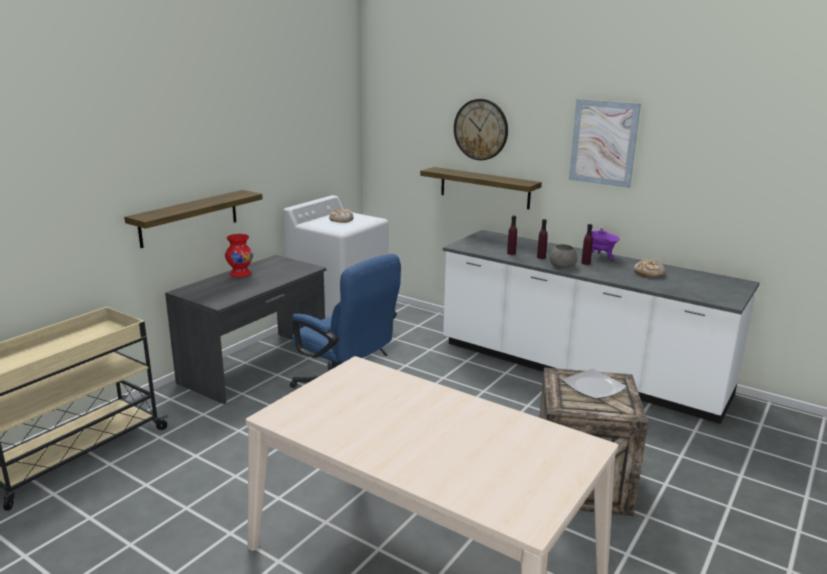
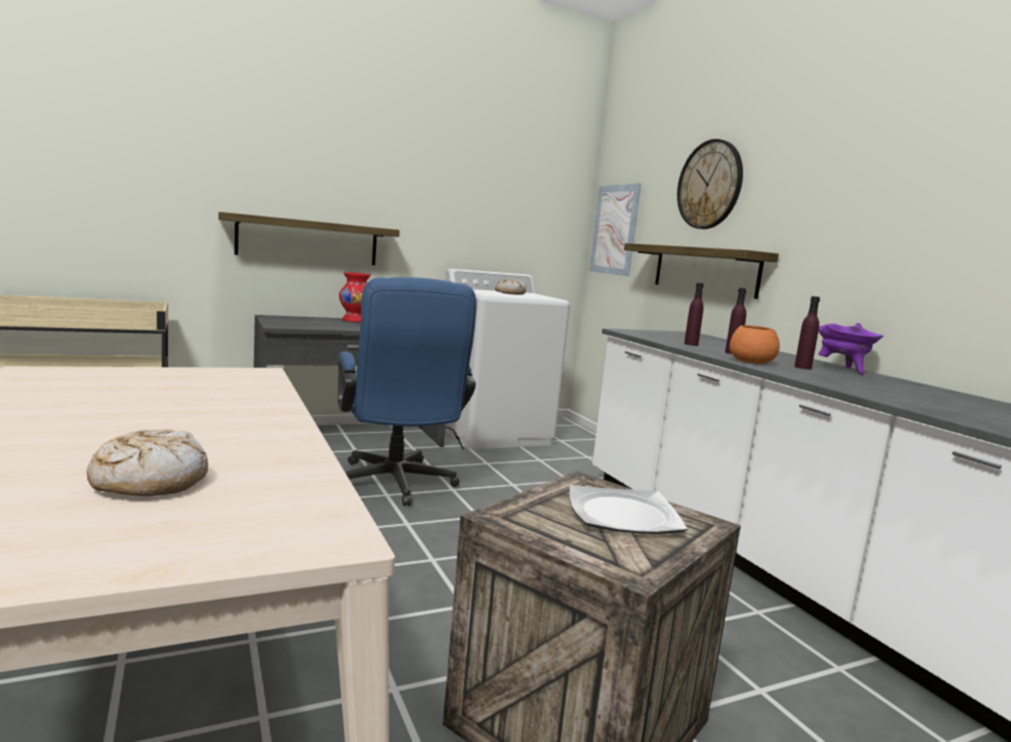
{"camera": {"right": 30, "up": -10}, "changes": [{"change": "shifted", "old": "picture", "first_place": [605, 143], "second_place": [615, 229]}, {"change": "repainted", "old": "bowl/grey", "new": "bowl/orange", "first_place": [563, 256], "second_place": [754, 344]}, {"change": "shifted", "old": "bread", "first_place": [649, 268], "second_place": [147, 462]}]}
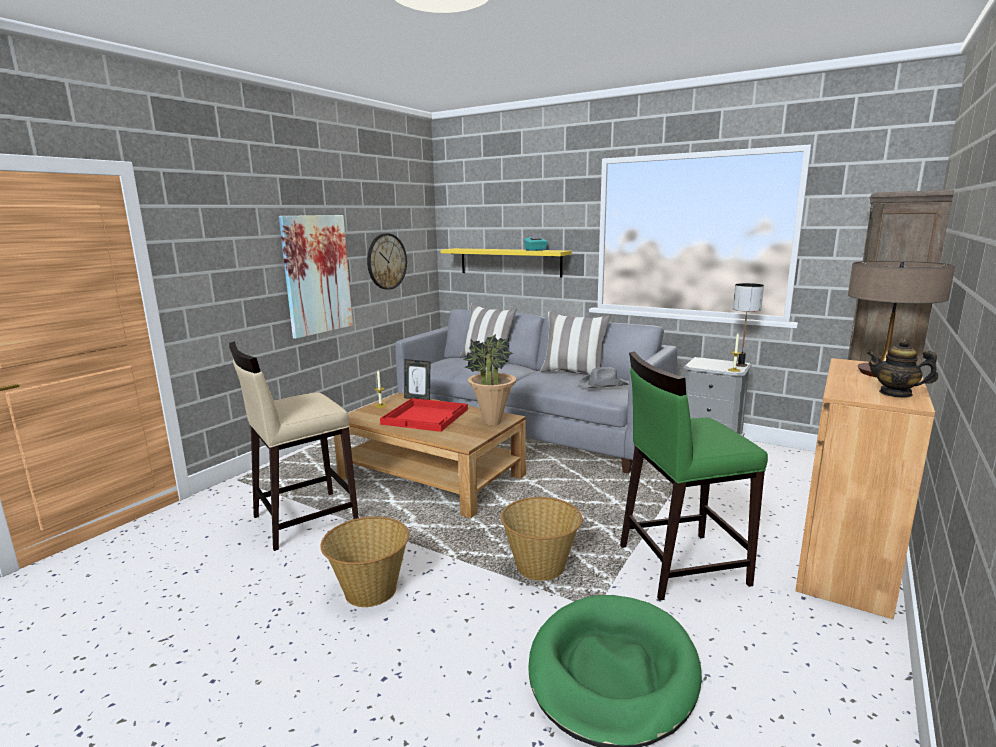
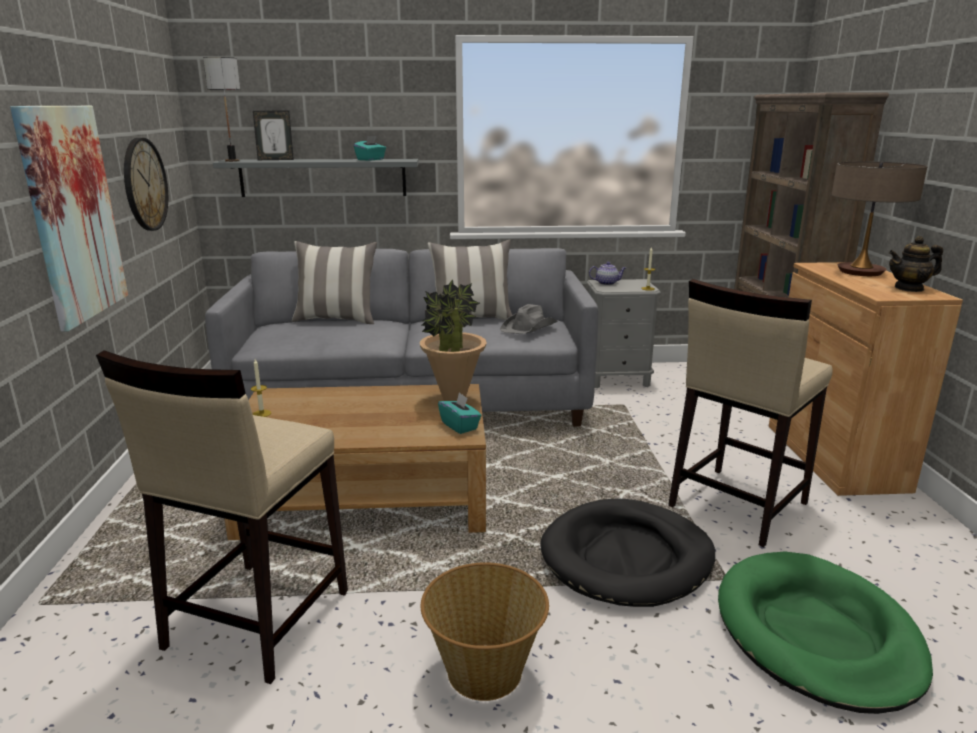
{"camera": {"right": -35, "up": 5}, "changes": [{"change": "repainted", "old": "shelf/yellow", "new": "shelf/grey", "first_place": [506, 263], "second_place": [316, 178]}, {"change": "shifted", "old": "table lamp", "first_place": [748, 325], "second_place": [221, 109]}, {"change": "repainted", "old": "stool/green", "new": "stool/beige", "first_place": [694, 476], "second_place": [750, 413]}, {"change": "shifted", "old": "picture frame", "first_place": [417, 379], "second_place": [273, 135]}, {"change": "gone", "old": "tray/red", "first_place": [424, 415]}, {"change": "swapped", "old": "basket", "new": "dog bed/black", "first_place": [542, 539], "second_place": [627, 553]}, {"change": "new", "new": "teapot", "second_place": [607, 273]}, {"change": "new", "new": "tissue box/turquoise", "second_place": [459, 413]}]}
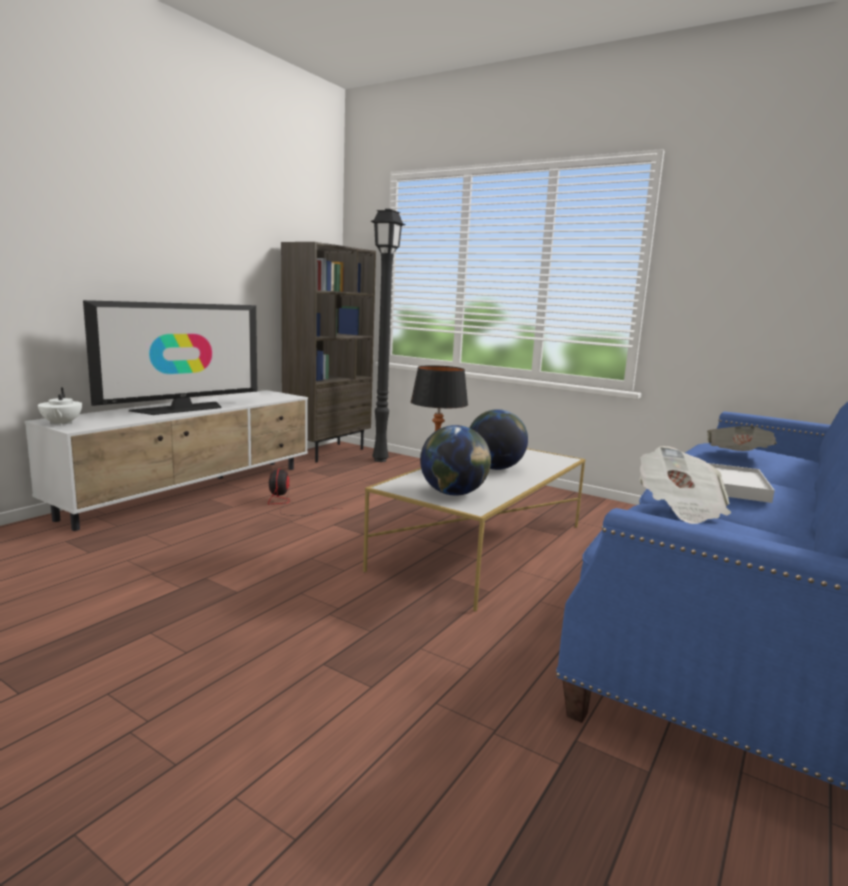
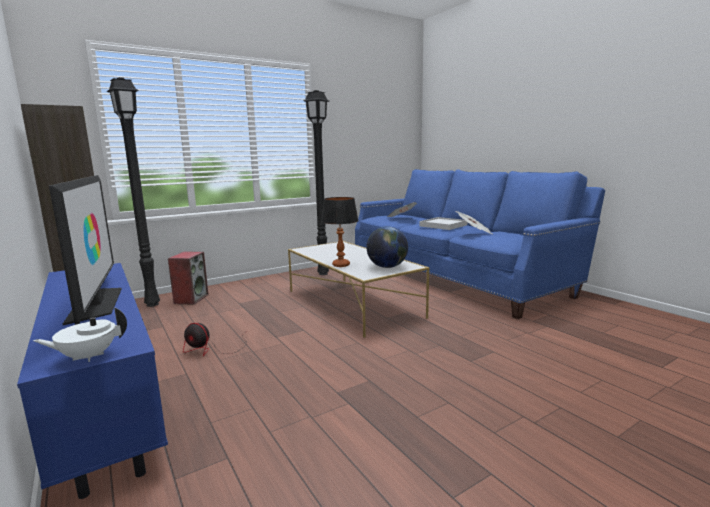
{"camera": {"right": -65, "up": 0}, "changes": [{"change": "rotated", "old": "teapot/white", "first_place": [60, 406], "second_place": [80, 334], "degrees": 150}, {"change": "repainted", "old": "tv stand/white", "new": "tv stand/blue", "first_place": [166, 460], "second_place": [92, 381]}, {"change": "gone", "old": "globe", "first_place": [499, 439]}, {"change": "new", "new": "floor lamp/black", "second_place": [316, 182]}, {"change": "new", "new": "speaker", "second_place": [188, 278]}]}
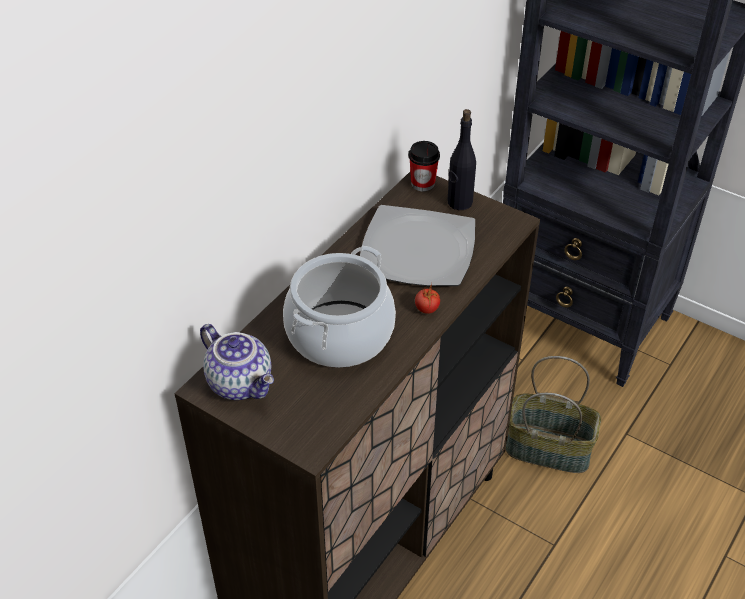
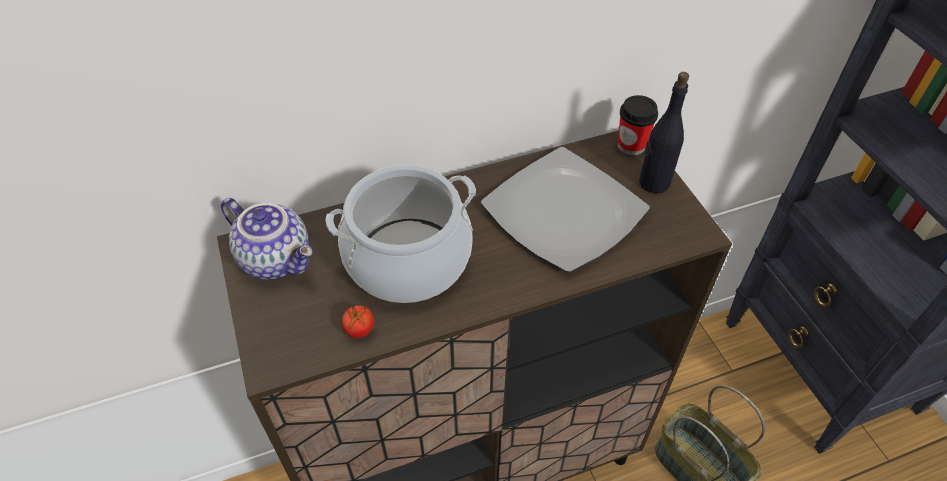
{"camera": {"right": 35, "up": 5}, "changes": [{"change": "shifted", "old": "tomato", "first_place": [427, 298], "second_place": [357, 321]}, {"change": "rotated", "old": "teapot", "first_place": [237, 362], "second_place": [267, 239], "degrees": -45}]}
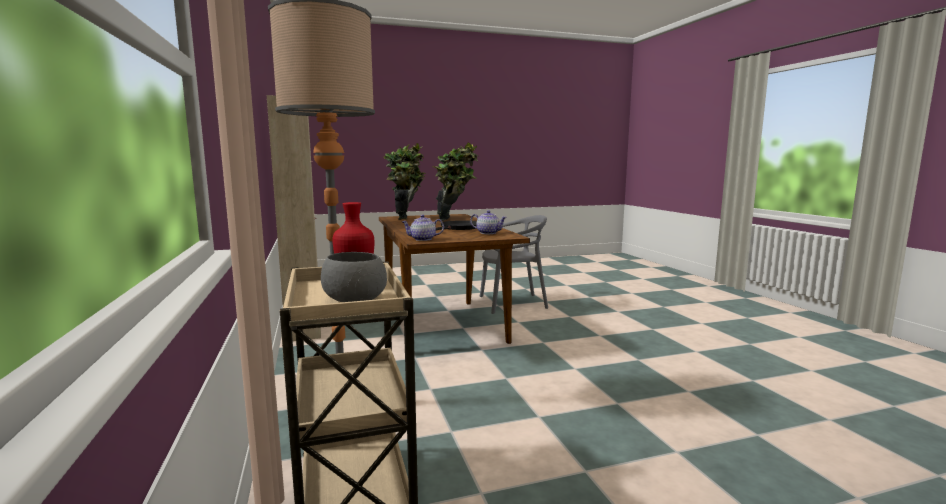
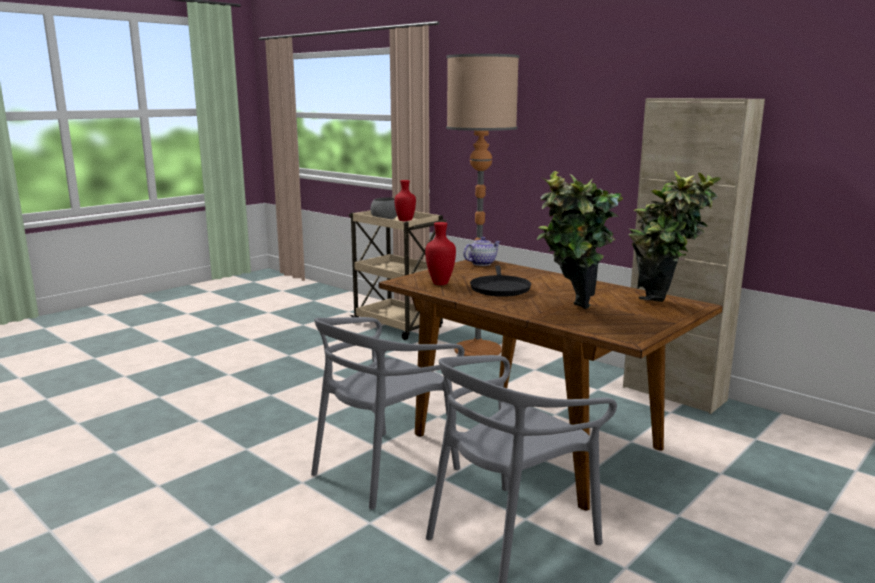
{"camera": {"right": 150, "up": 5}, "changes": [{"change": "swapped", "old": "teapot", "new": "vase/red", "first_place": [488, 222], "second_place": [440, 253]}, {"change": "new", "new": "chair/grey", "second_place": [388, 413]}]}
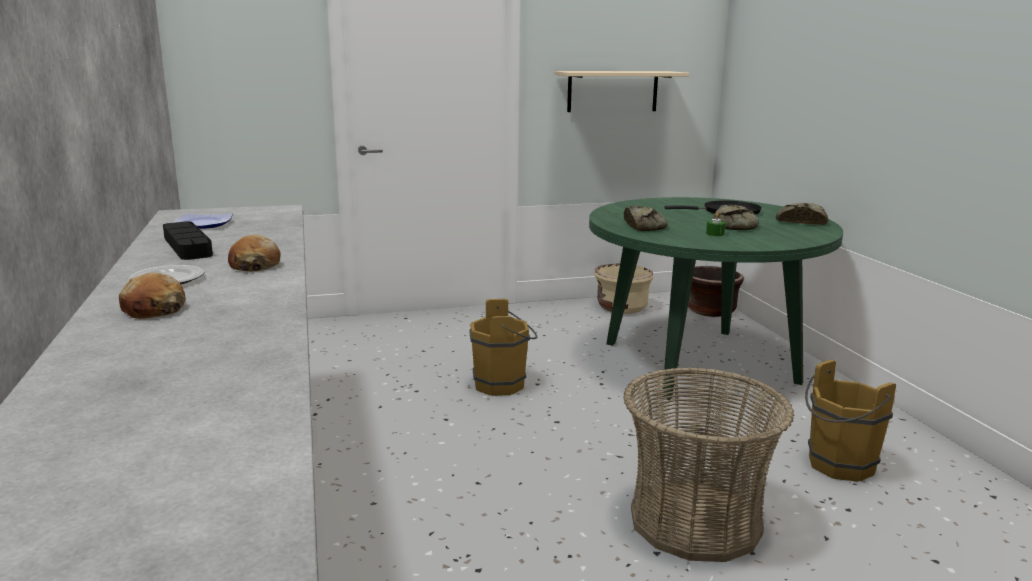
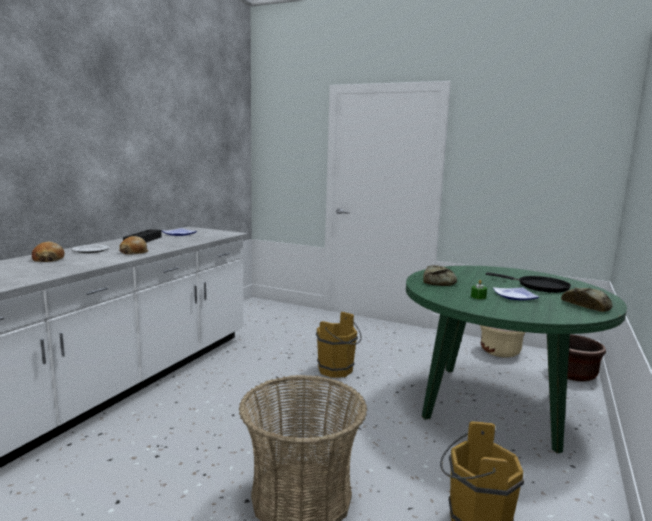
{"camera": {"right": 40, "up": -5}, "changes": [{"change": "gone", "old": "shelf/beige", "first_place": [621, 91]}, {"change": "swapped", "old": "bread", "new": "plate", "first_place": [736, 217], "second_place": [516, 293]}]}
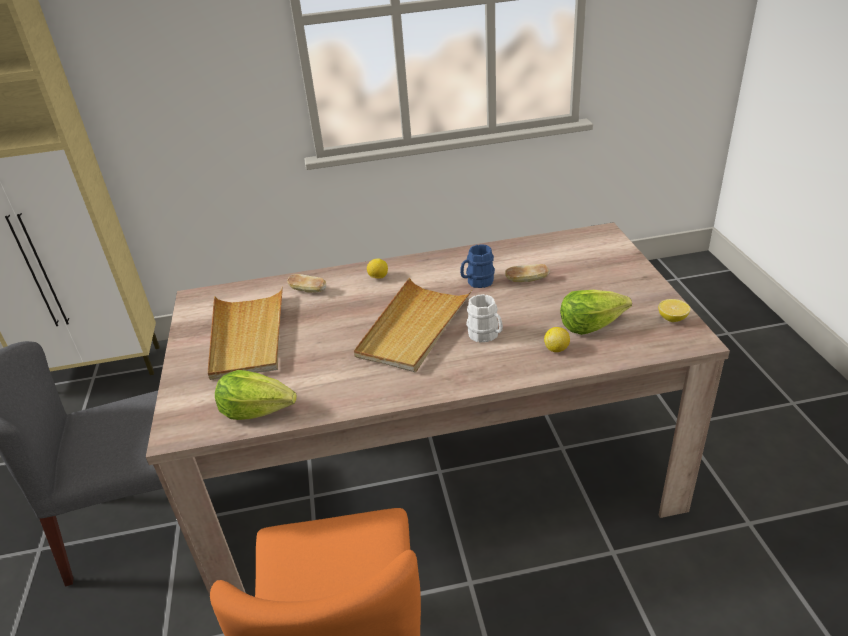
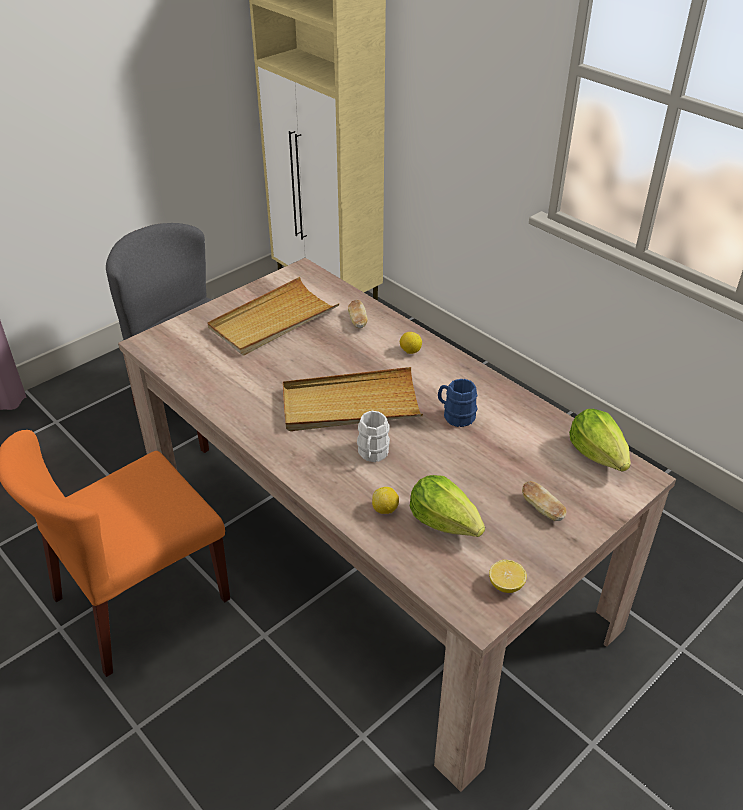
{"camera": {"right": 55, "up": 5}, "changes": [{"change": "shifted", "old": "bread", "first_place": [527, 273], "second_place": [544, 501]}, {"change": "shifted", "old": "lettuce", "first_place": [256, 395], "second_place": [599, 440]}]}
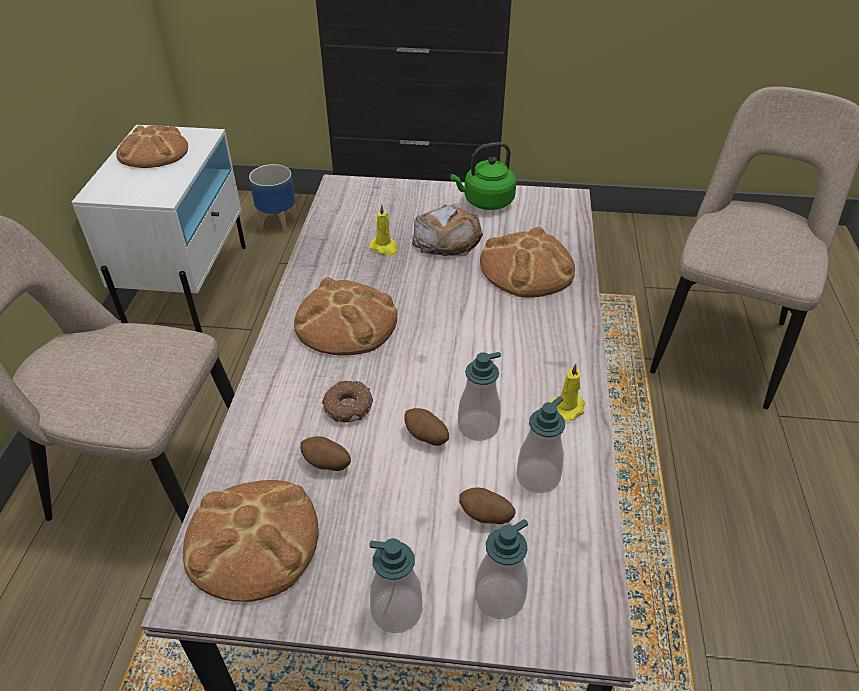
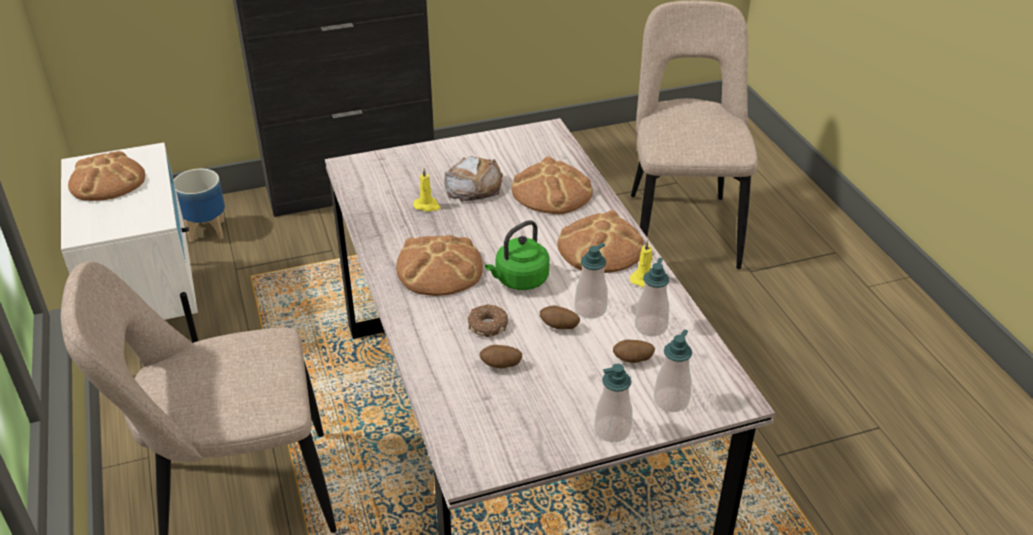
{"camera": {"right": -25, "up": -5}, "changes": [{"change": "shifted", "old": "kettle/green", "first_place": [483, 176], "second_place": [517, 255]}, {"change": "shifted", "old": "bread", "first_place": [251, 541], "second_place": [600, 241]}]}
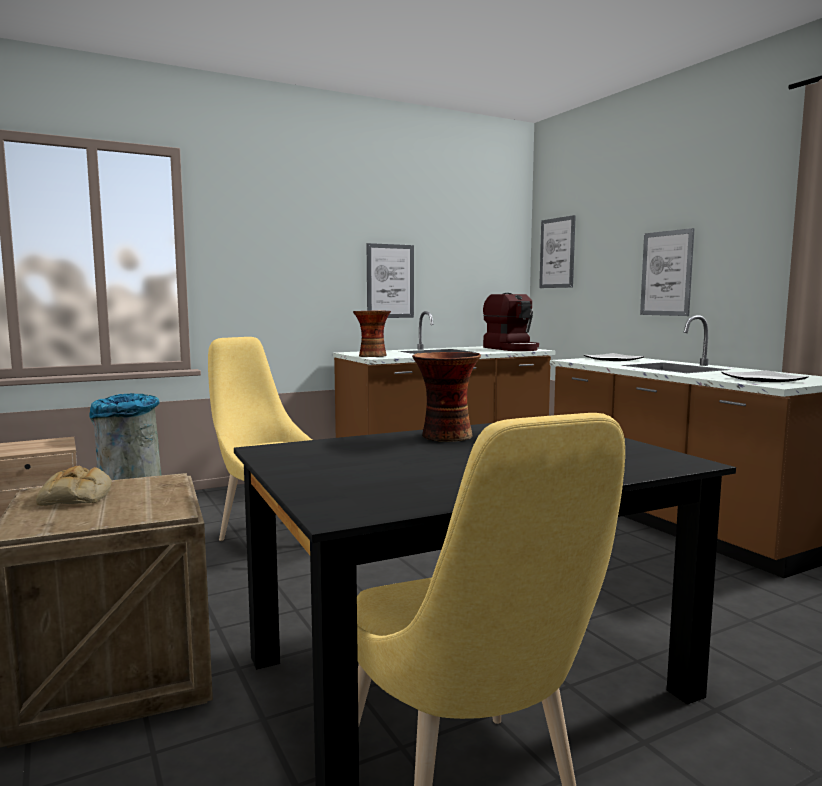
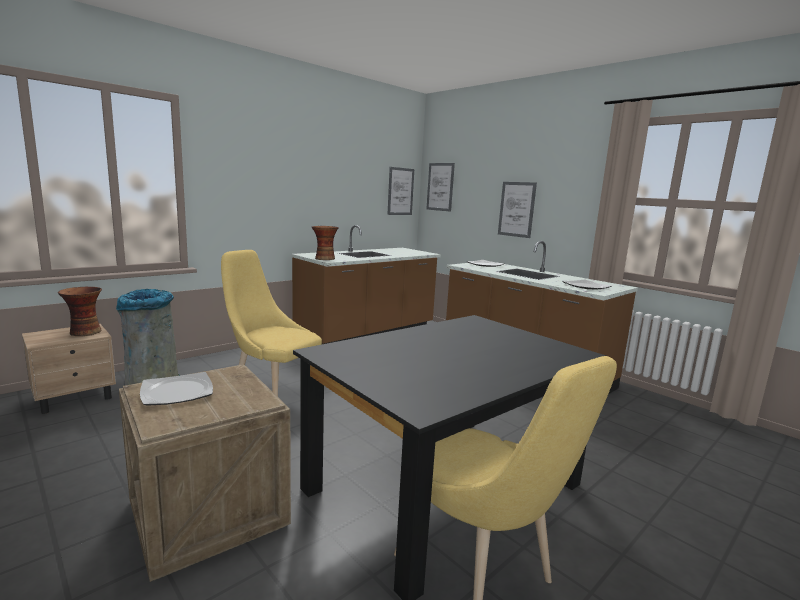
{"camera": {"right": -15, "up": 5}, "changes": [{"change": "shifted", "old": "picture", "first_place": [390, 280], "second_place": [400, 191]}, {"change": "gone", "old": "coffee machine", "first_place": [511, 322]}, {"change": "shifted", "old": "vase", "first_place": [446, 397], "second_place": [80, 311]}, {"change": "swapped", "old": "bread", "new": "plate", "first_place": [74, 486], "second_place": [176, 389]}]}
